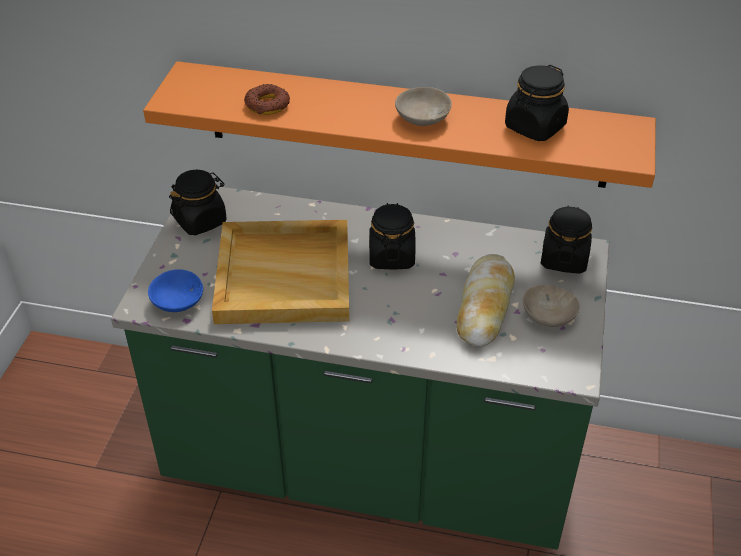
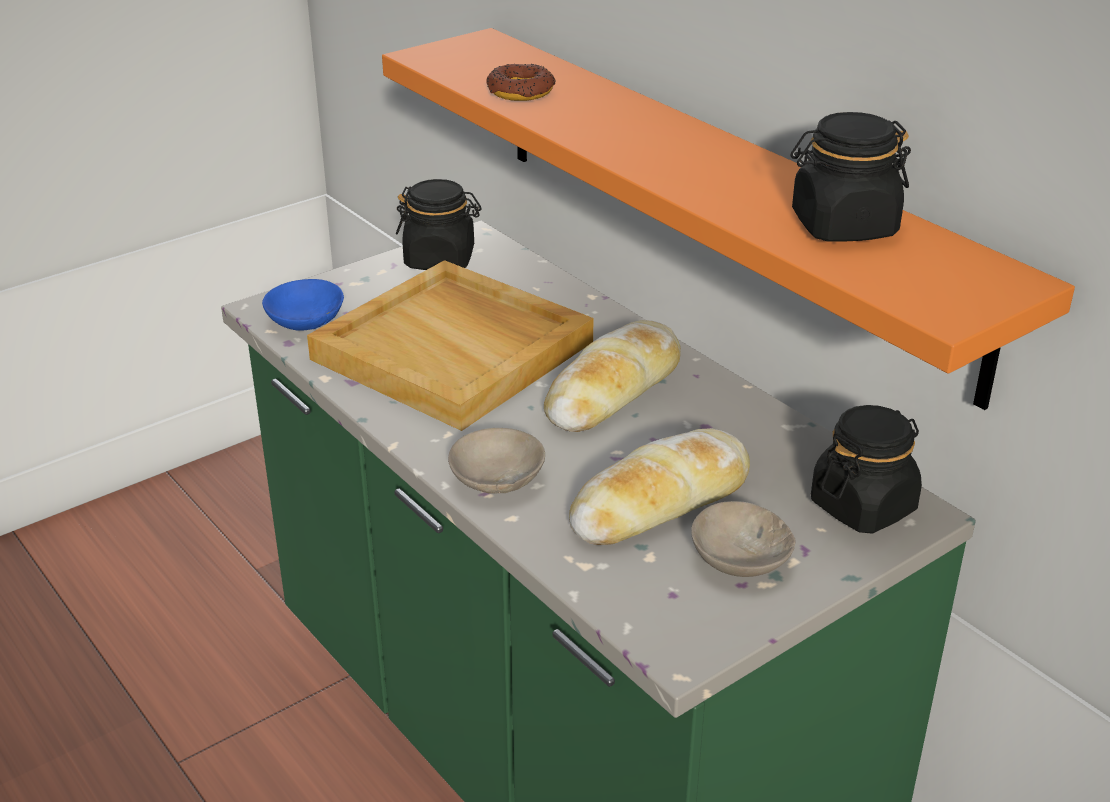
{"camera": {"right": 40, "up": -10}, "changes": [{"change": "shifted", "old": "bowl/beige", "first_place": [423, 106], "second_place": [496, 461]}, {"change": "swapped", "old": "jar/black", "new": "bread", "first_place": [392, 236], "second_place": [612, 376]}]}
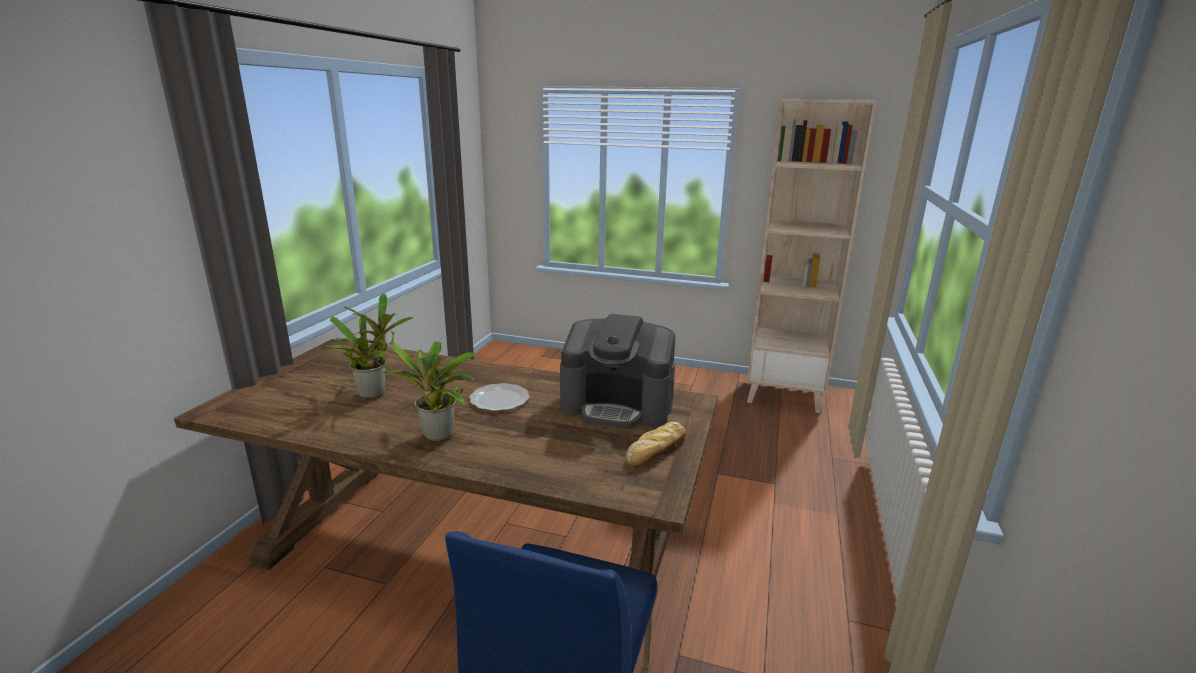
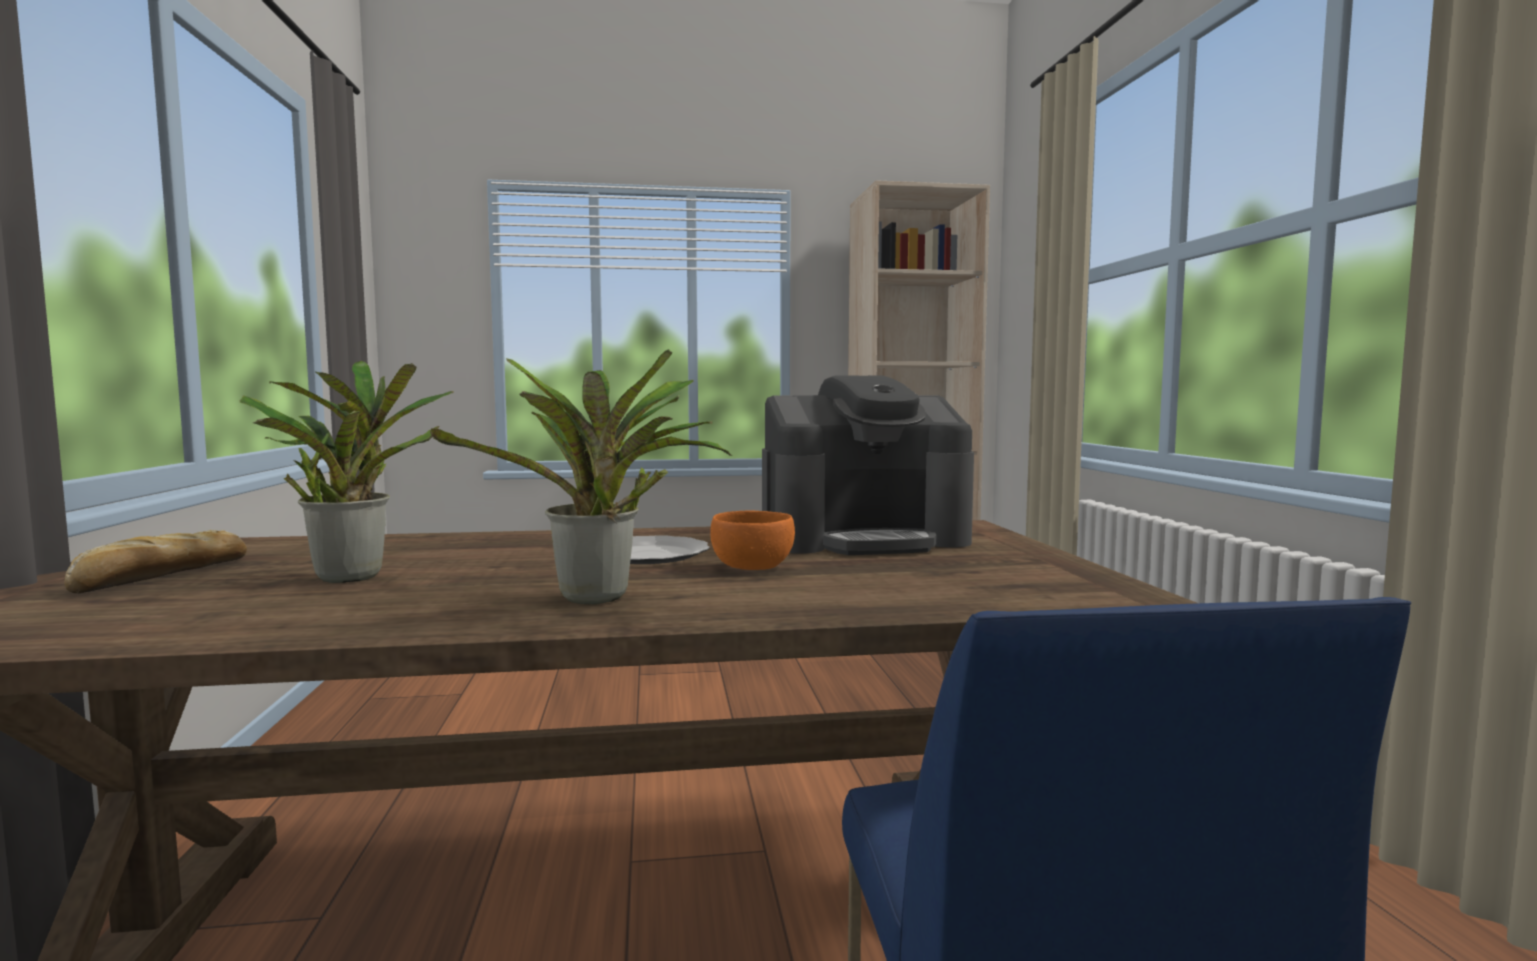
{"camera": {"right": -25, "up": -15}, "changes": [{"change": "shifted", "old": "bread", "first_place": [655, 445], "second_place": [155, 561]}, {"change": "new", "new": "bowl/orange", "second_place": [752, 540]}]}
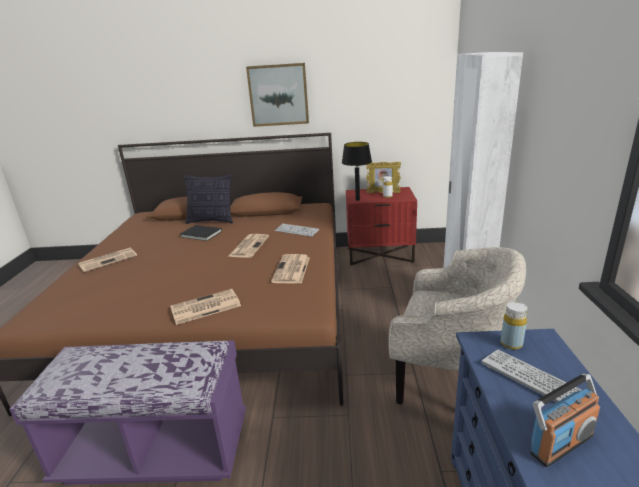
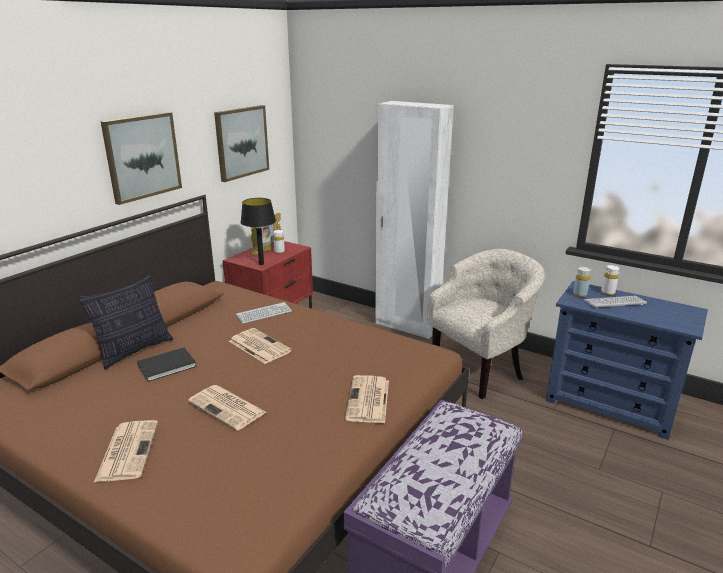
{"camera": {"right": -60, "up": 0}, "changes": [{"change": "shifted", "old": "newspaper", "first_place": [290, 268], "second_place": [227, 408]}, {"change": "gone", "old": "radio", "first_place": [565, 420]}, {"change": "new", "new": "picture", "second_place": [241, 143]}, {"change": "new", "new": "bottle/white", "second_place": [610, 280]}]}
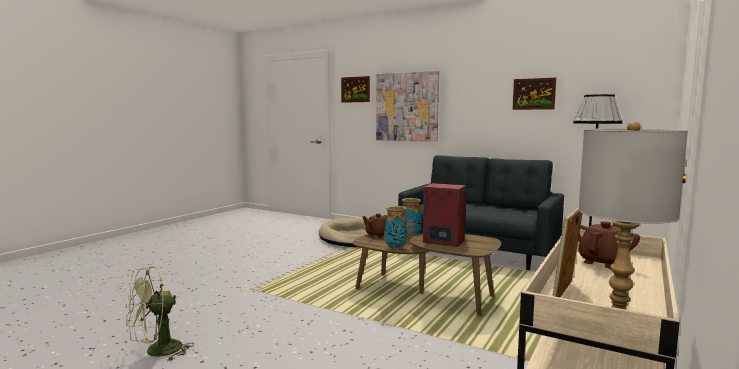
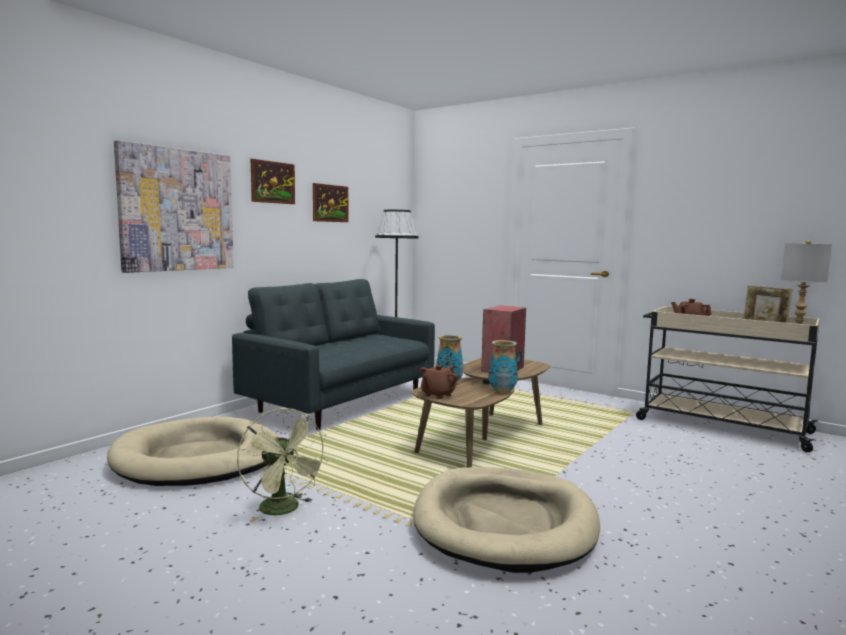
{"camera": {"right": -85, "up": 0}, "changes": [{"change": "shifted", "old": "picture", "first_place": [355, 89], "second_place": [273, 181]}, {"change": "shifted", "old": "fan/green", "first_place": [159, 314], "second_place": [282, 465]}, {"change": "new", "new": "dog bed/beige", "second_place": [506, 520]}]}
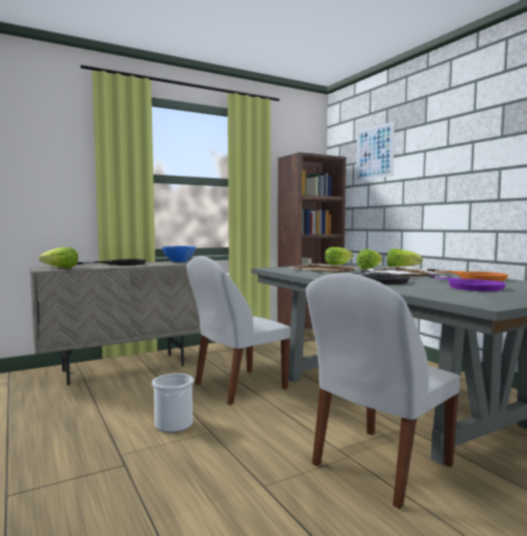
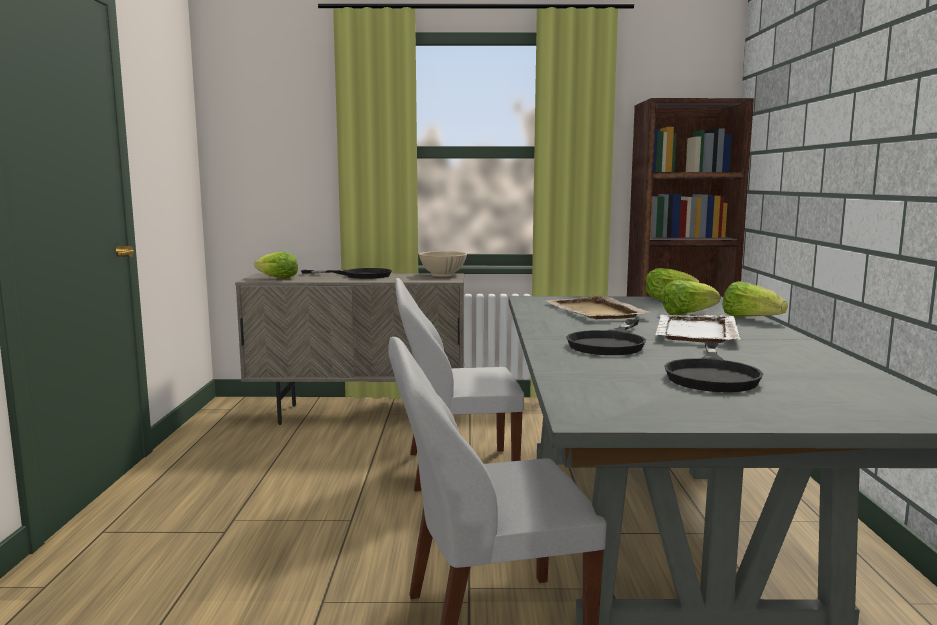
{"camera": {"right": 30, "up": 5}, "changes": [{"change": "gone", "old": "picture", "first_place": [375, 151]}, {"change": "repainted", "old": "bowl/blue", "new": "bowl/beige", "first_place": [179, 254], "second_place": [443, 263]}, {"change": "gone", "old": "frying pan/orange", "first_place": [467, 275]}, {"change": "repainted", "old": "frying pan/purple", "new": "frying pan/black", "first_place": [467, 282], "second_place": [713, 366]}, {"change": "gone", "old": "bucket", "first_place": [173, 403]}]}
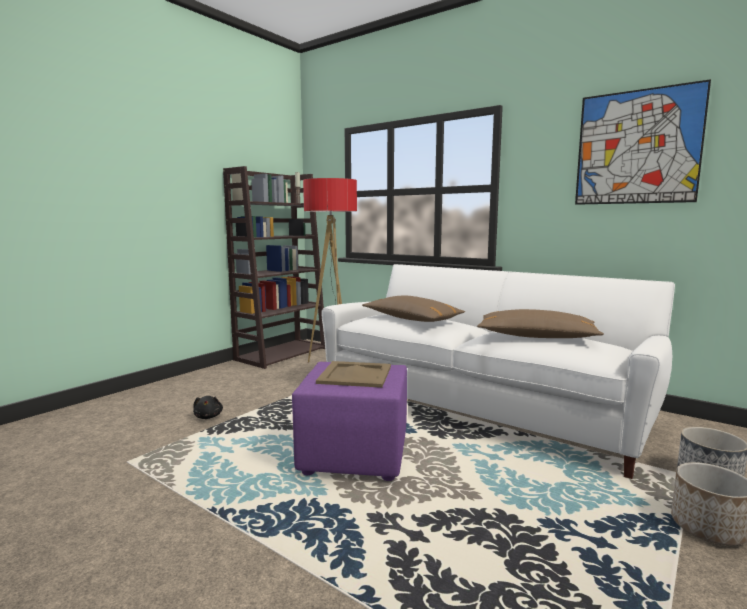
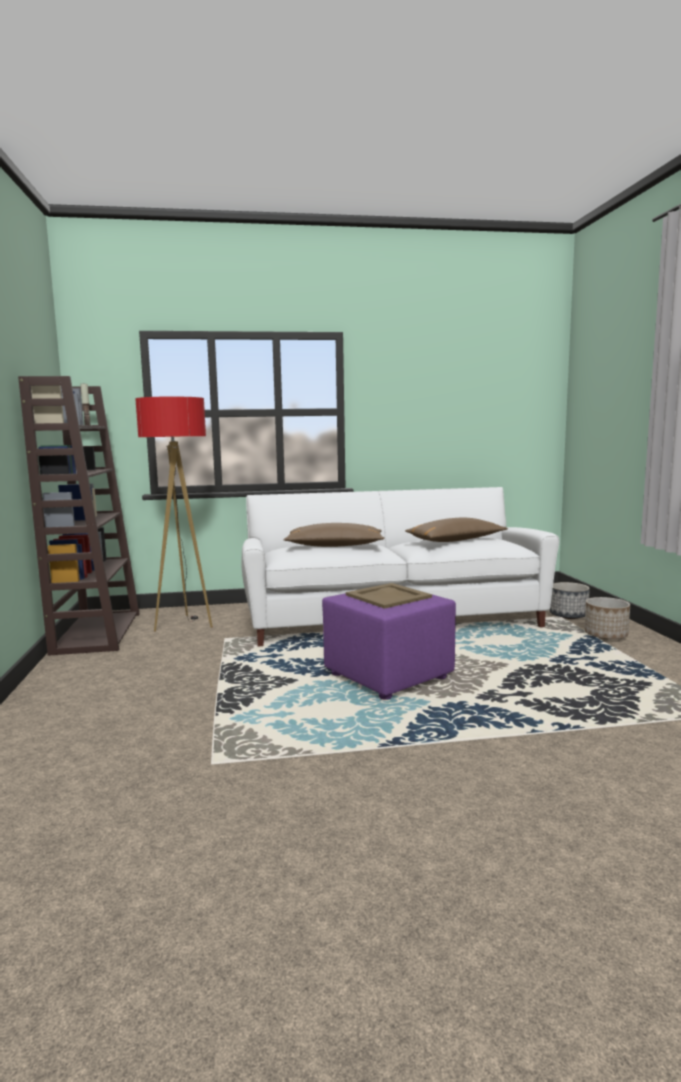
{"camera": {"right": -45, "up": 0}, "changes": [{"change": "gone", "old": "picture", "first_place": [643, 142]}, {"change": "gone", "old": "plush toy/black", "first_place": [208, 407]}]}
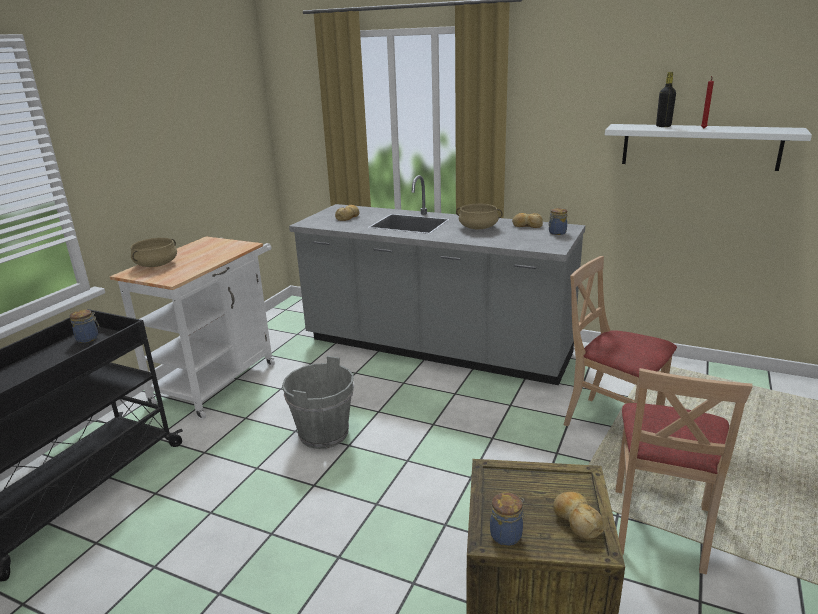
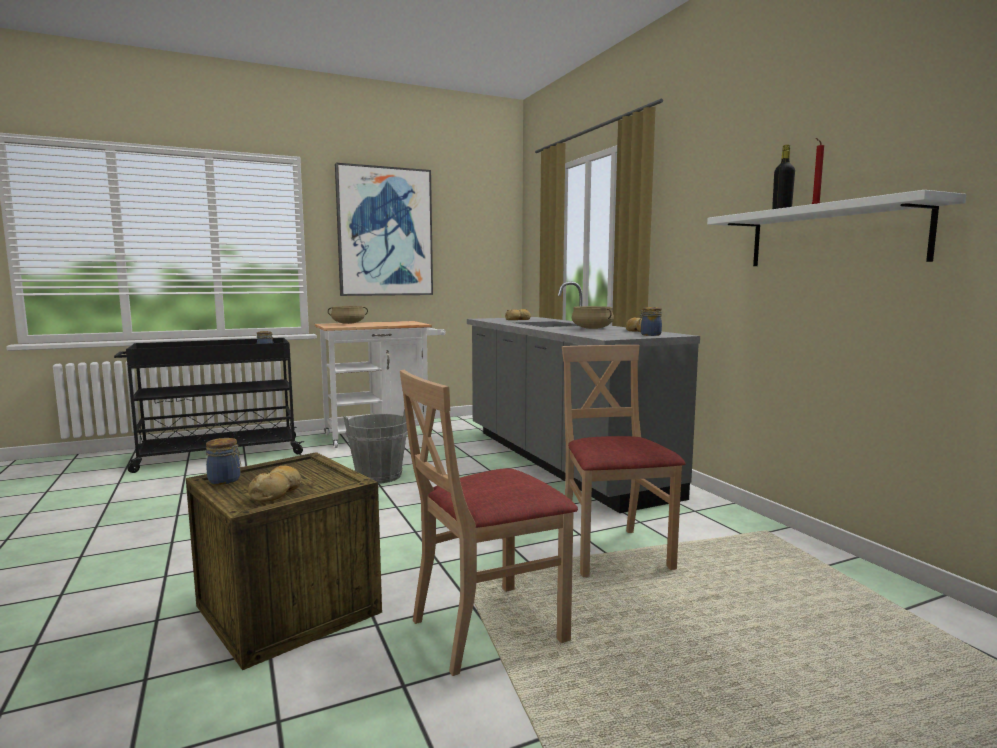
{"camera": {"right": 40, "up": -15}, "changes": [{"change": "new", "new": "picture", "second_place": [384, 229]}]}
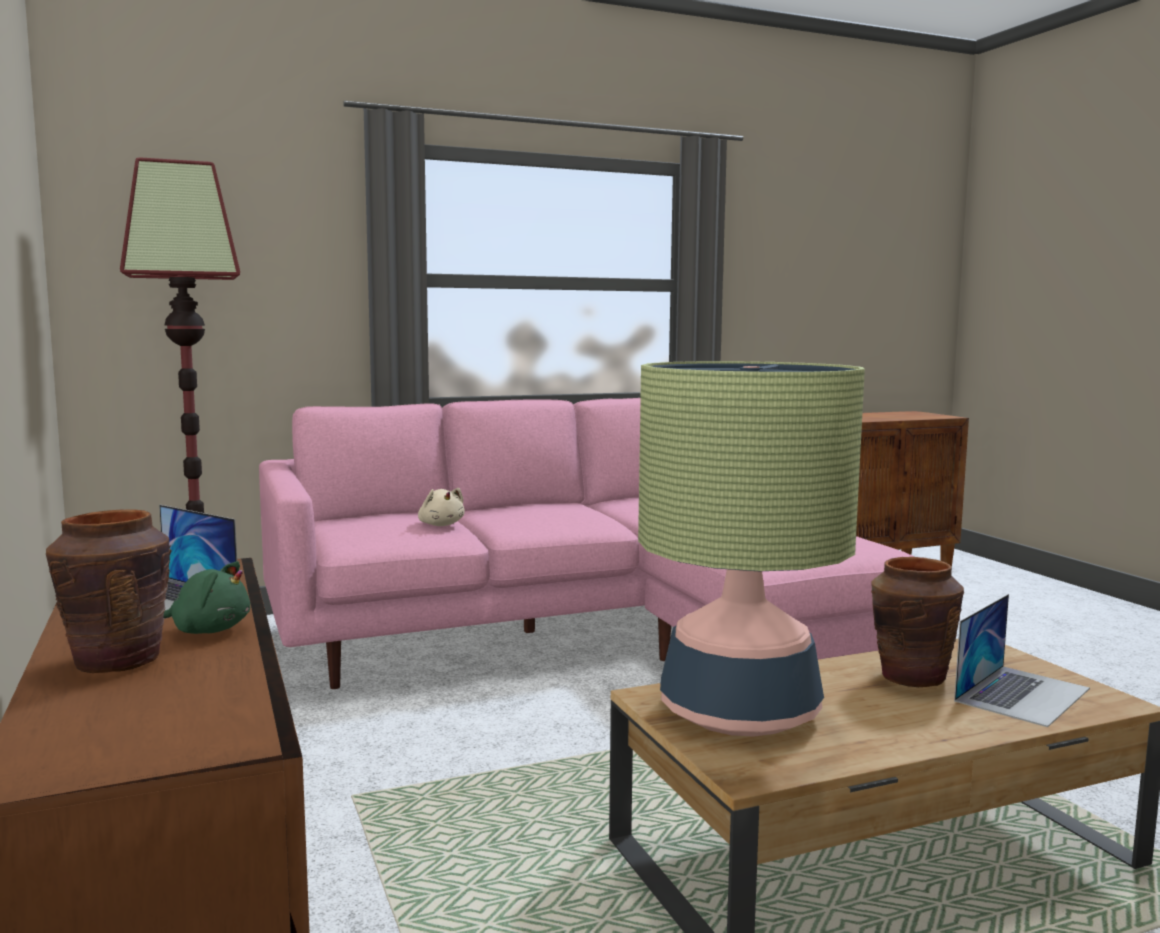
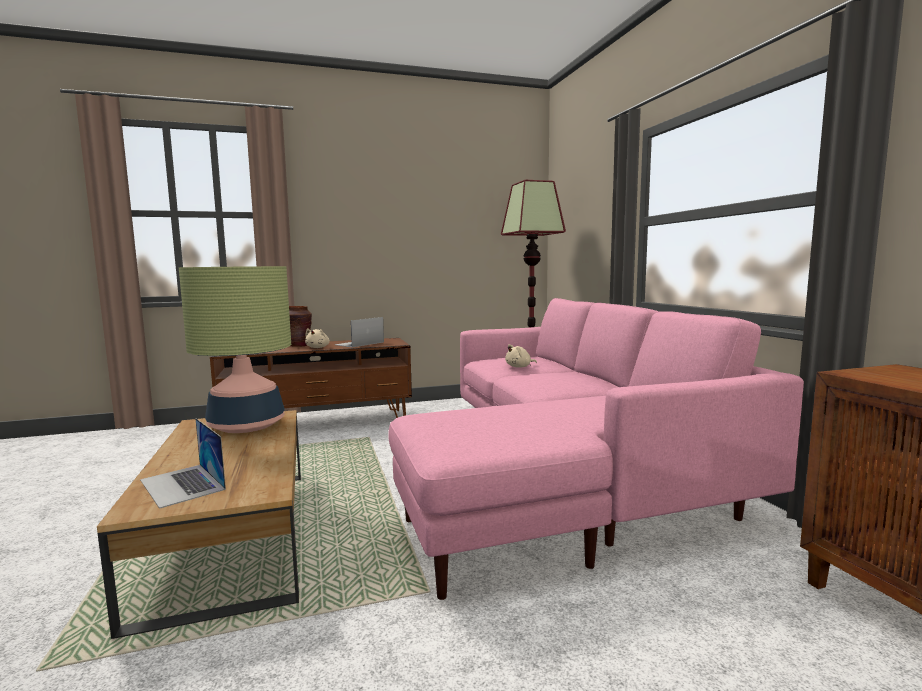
{"camera": {"right": 95, "up": 0}, "changes": [{"change": "gone", "old": "vase/brown", "first_place": [917, 622]}, {"change": "repainted", "old": "plush toy/green", "new": "plush toy/beige", "first_place": [207, 597], "second_place": [317, 338]}]}
